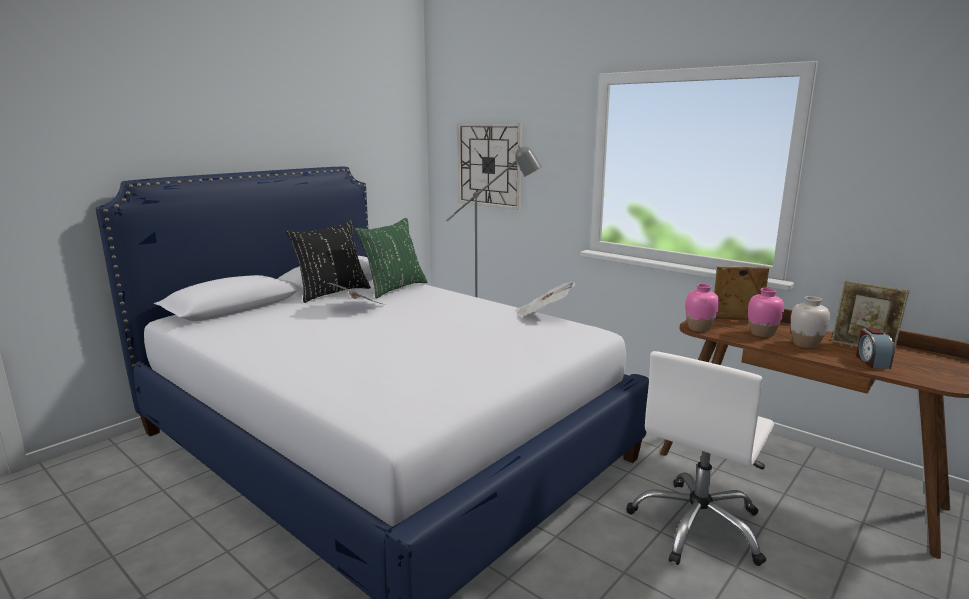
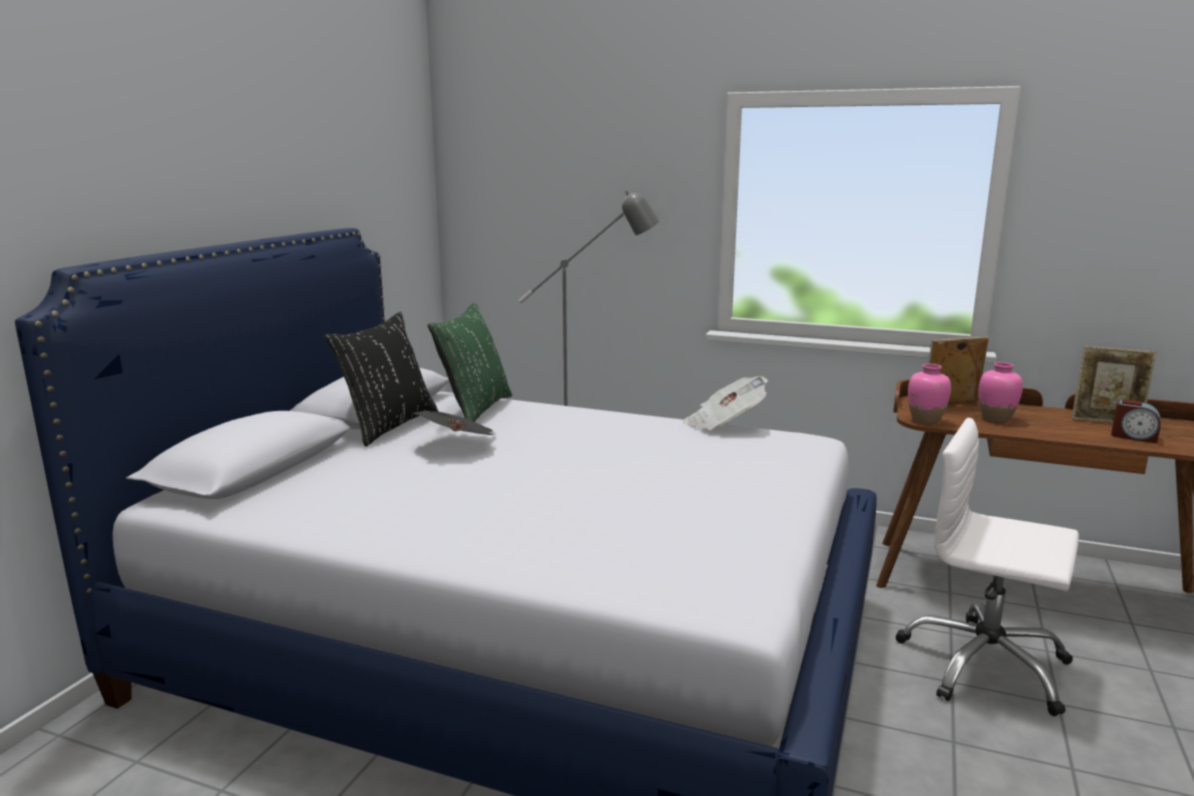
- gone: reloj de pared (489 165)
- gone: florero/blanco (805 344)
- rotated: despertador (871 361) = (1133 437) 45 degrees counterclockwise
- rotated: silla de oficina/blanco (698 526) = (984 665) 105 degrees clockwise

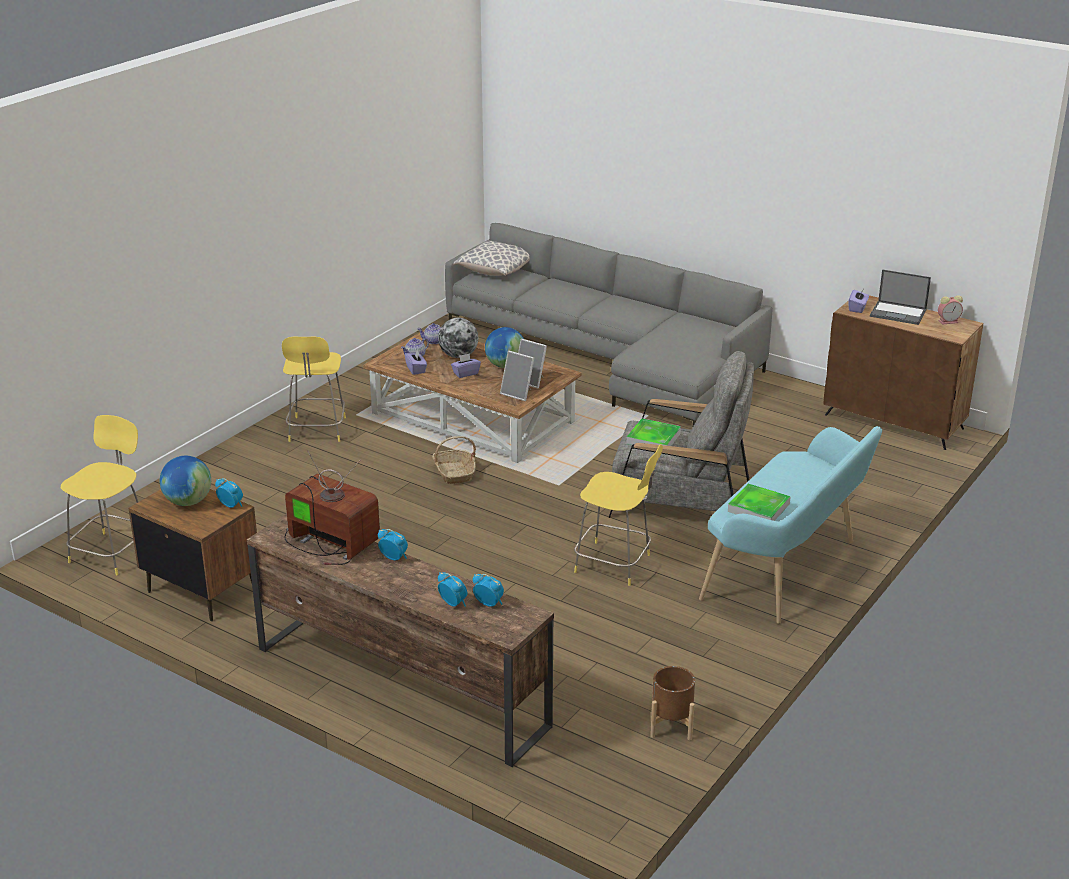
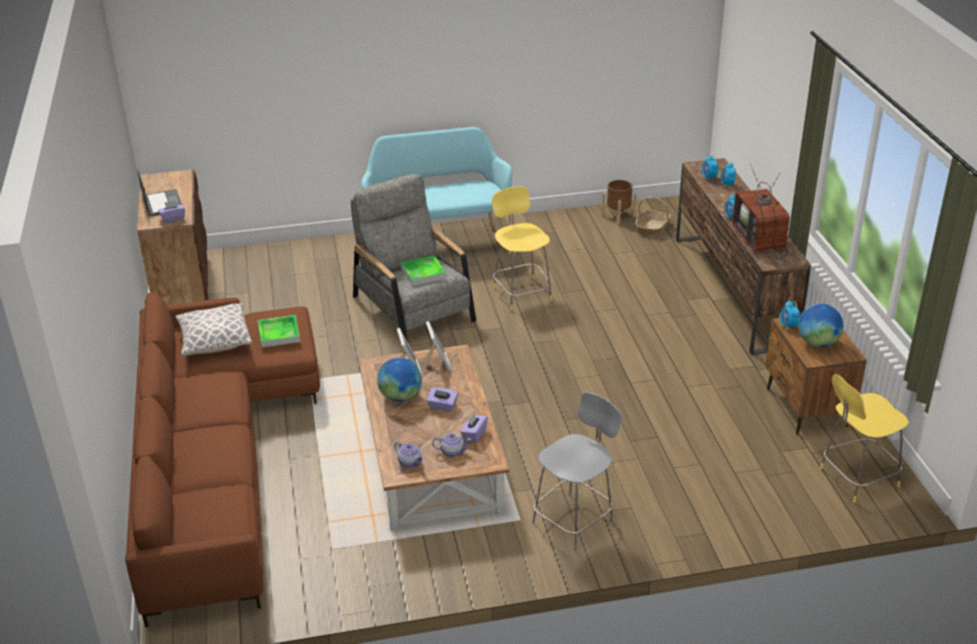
- repainted: sofá/gris (611 356) to sofá/marrón (218 457)
- shifted: cojín (494 271) to (215 341)
- gone: despertador (948 321)
- gone: globo terráqueo (458 356)
- repainted: taburete/amarillo (317 430) to taburete/gris (575 520)
- shifted: cesta (454 473) to (652 227)
- shifted: bandeja (758 507) to (279 334)

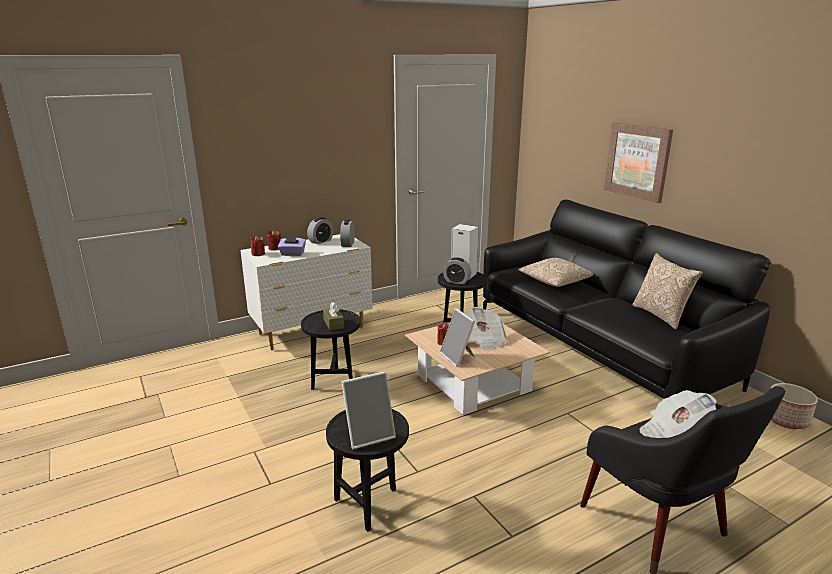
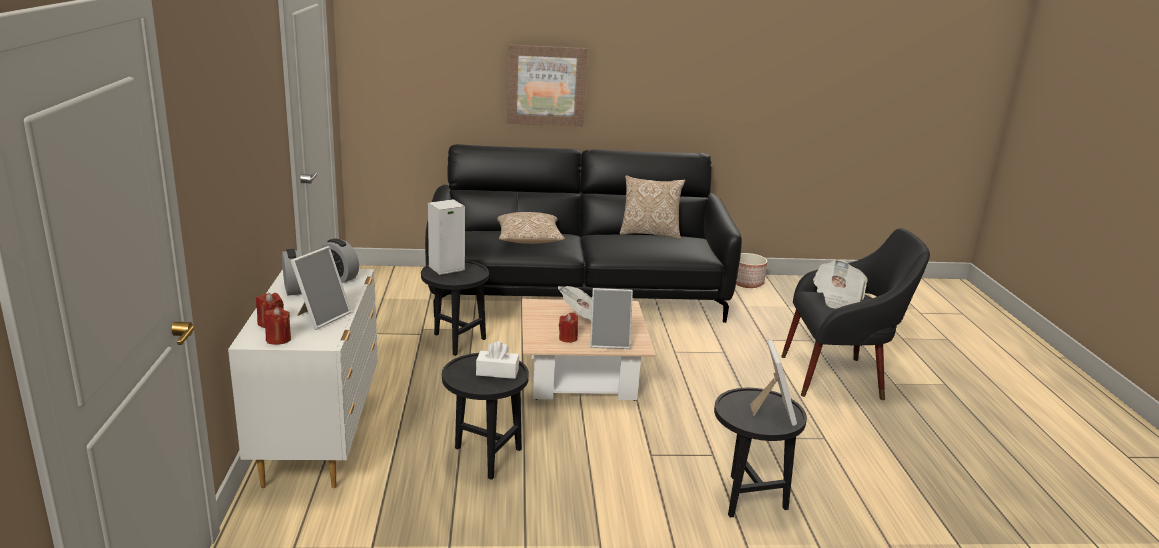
- swapped: caja de pañuelos/morado (292 254) to portarretratos (321 317)
- gone: despertador (456 281)
- repainted: caja de pañuelos/marrón (333 324) to caja de pañuelos/blanco (497 372)

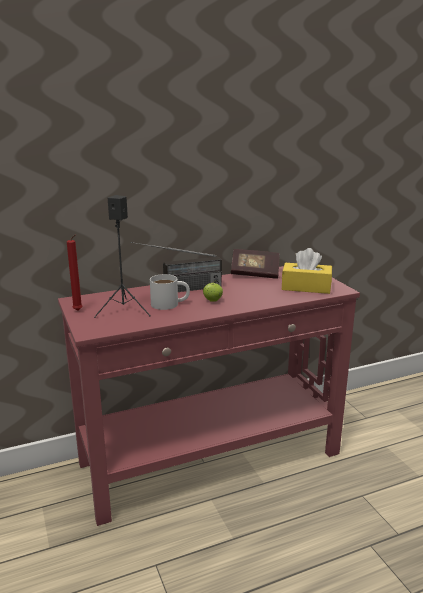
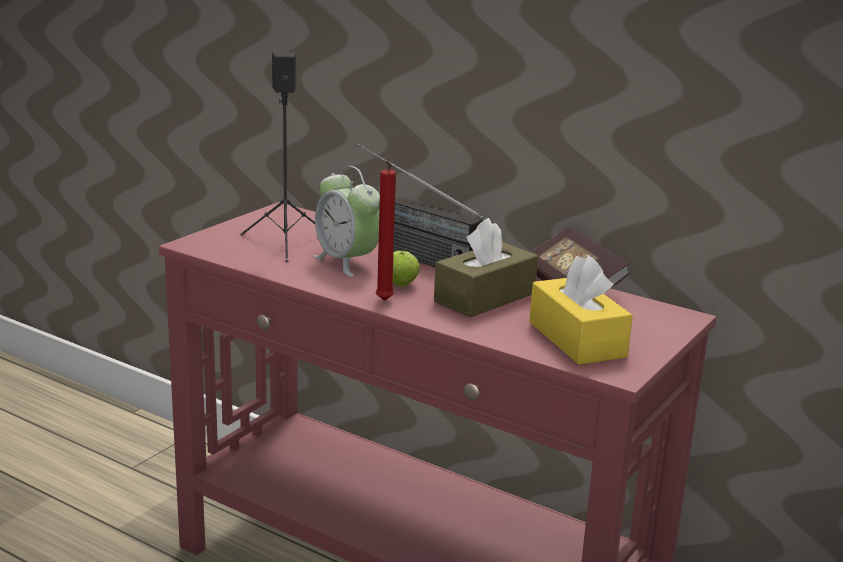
- shifted: vela/rojo (78 311) to (383 302)
- swapped: taza grande/blanco (170 304) to despertador (347 262)
- new: caja de pañuelos/marrón (485 297)

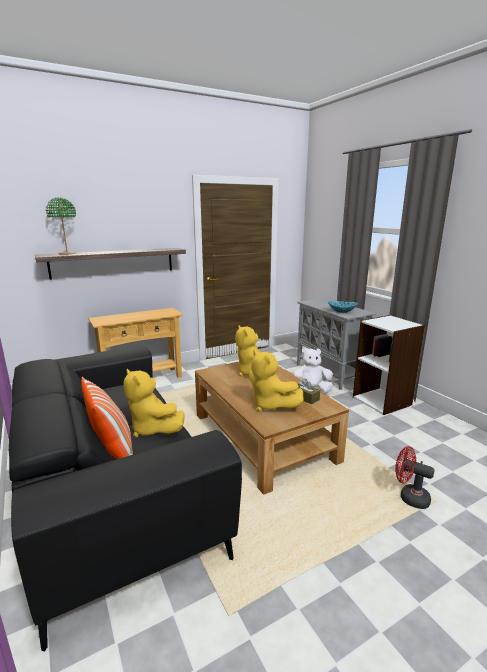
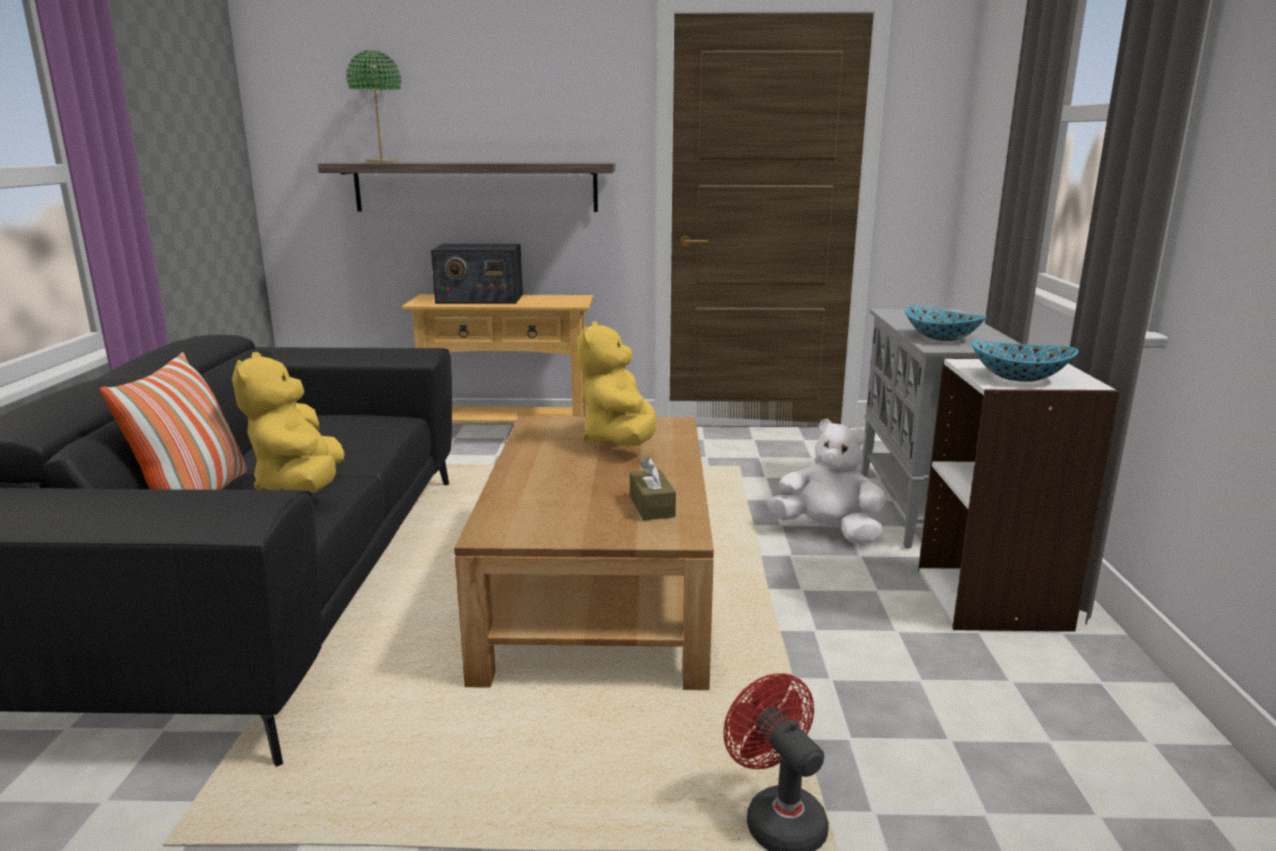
- gone: peluche/amarillo (270 405)
- new: radio (479 299)
- new: cuenco (1019 378)

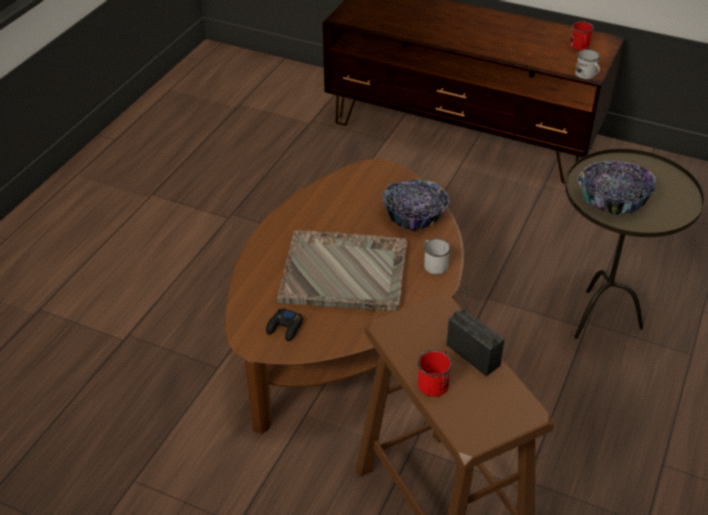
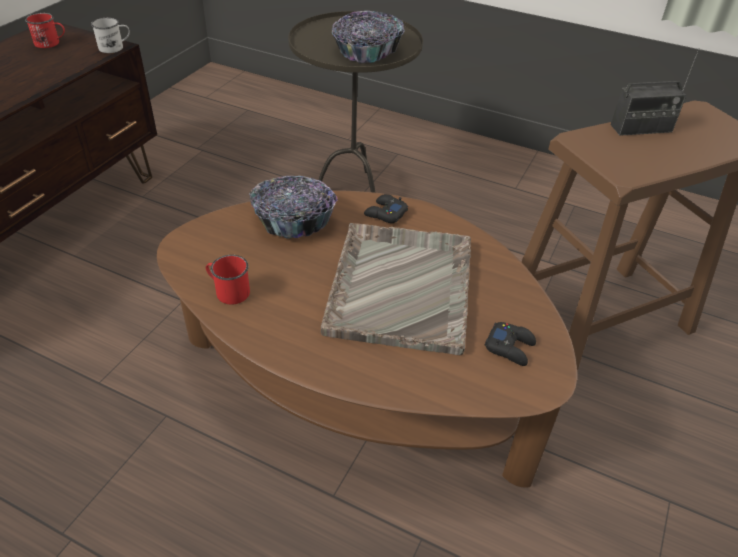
- swapped: taza grande/blanco (433 264) to mando de consola/negro (385 213)
- rotated: radio (473 355) = (641 128) 150 degrees counterclockwise
- shifted: taza grande/rojo (435 381) to (228 291)

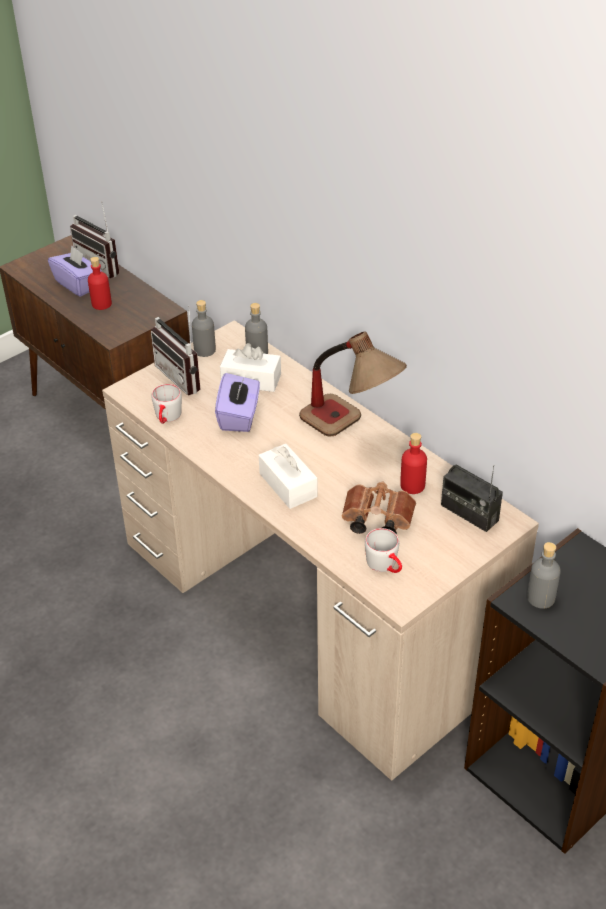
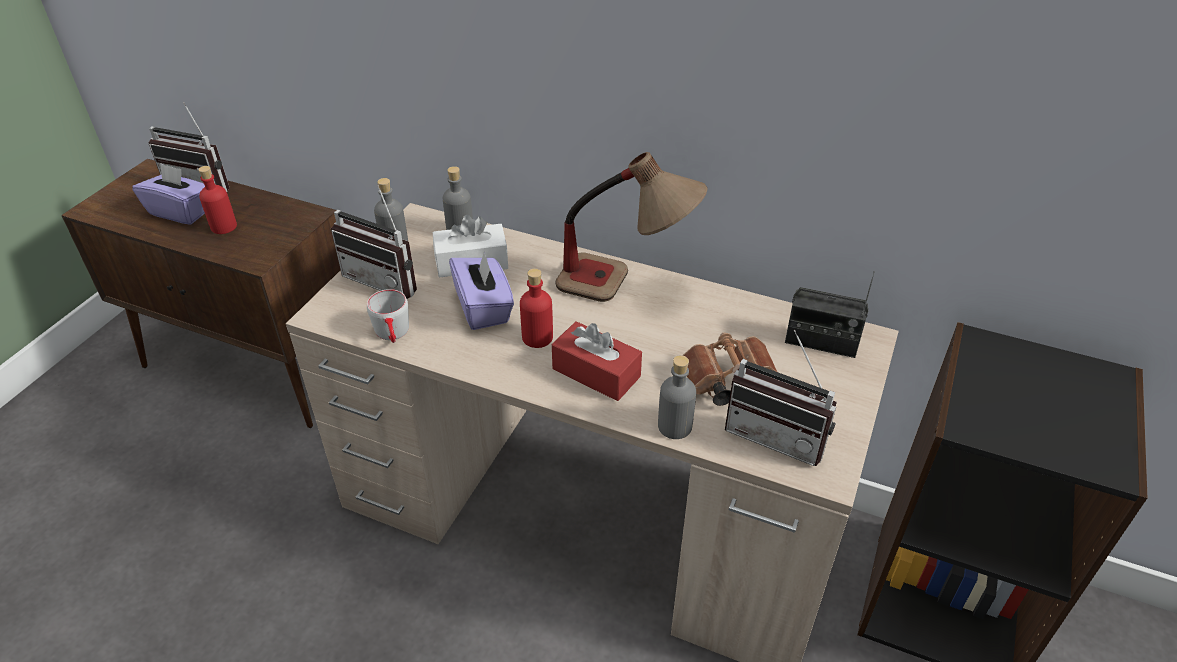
- shifted: botella/rojo (412 485) to (537 337)
- repainted: caja de pañuelos/blanco (288 485) to caja de pañuelos/rojo (596 373)
- swapped: taza grande/gris (386 566) to radio (778 435)
- shifted: botella/gris (540 598) to (674 426)

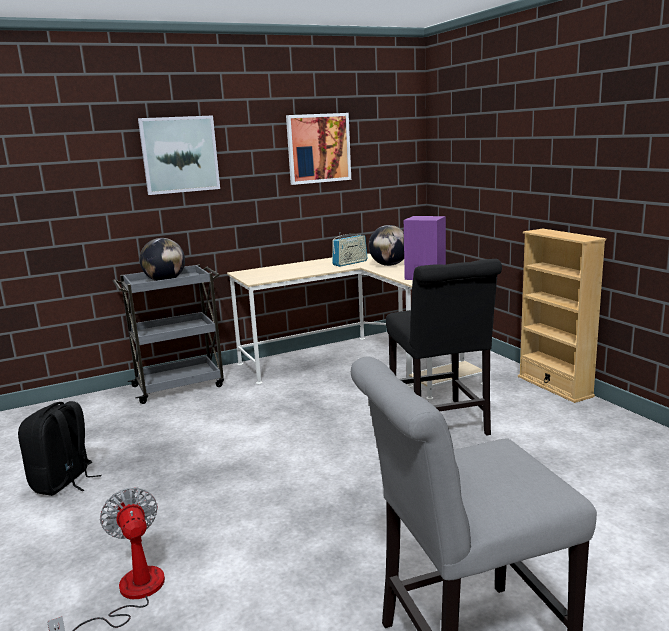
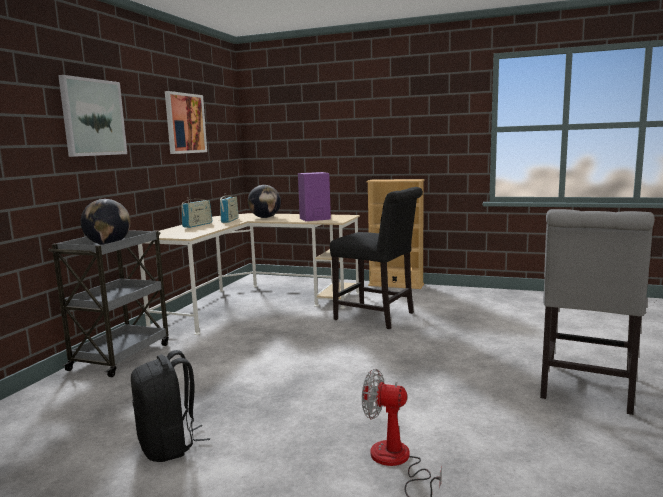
- new: radio (197 225)

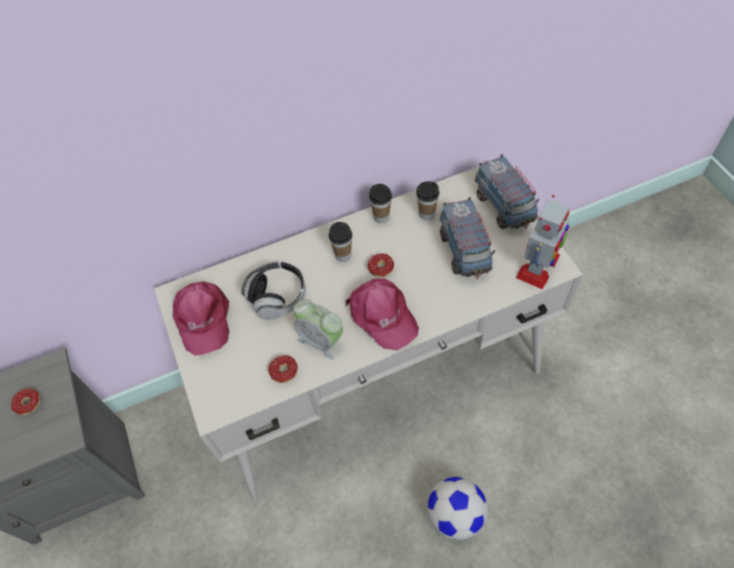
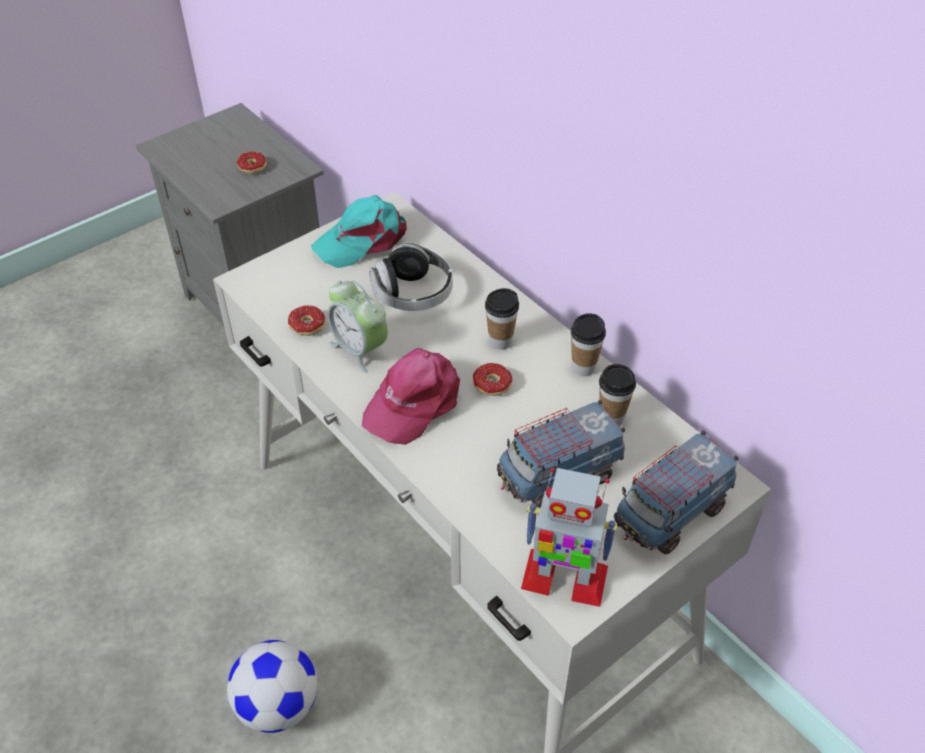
- repainted: gorra/rosa (203 319) to gorra/turquesa (362 240)
- rotated: despertador (321 340) = (360 349) 60 degrees counterclockwise

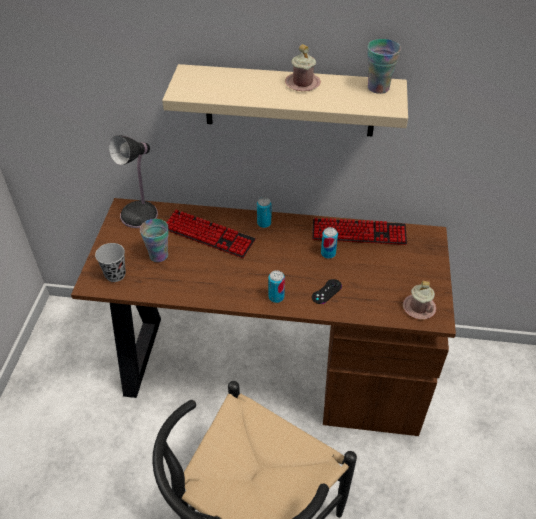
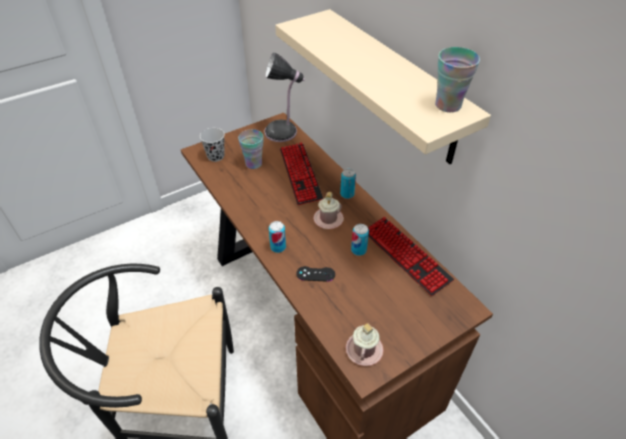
- shifted: taza grande/rosa (302 83) to (328 219)

